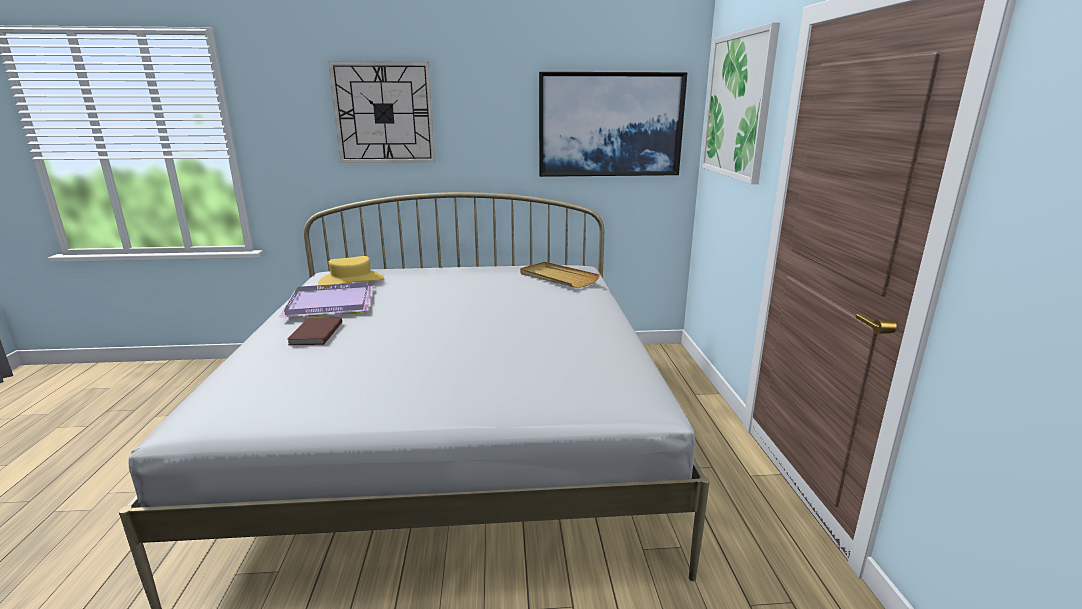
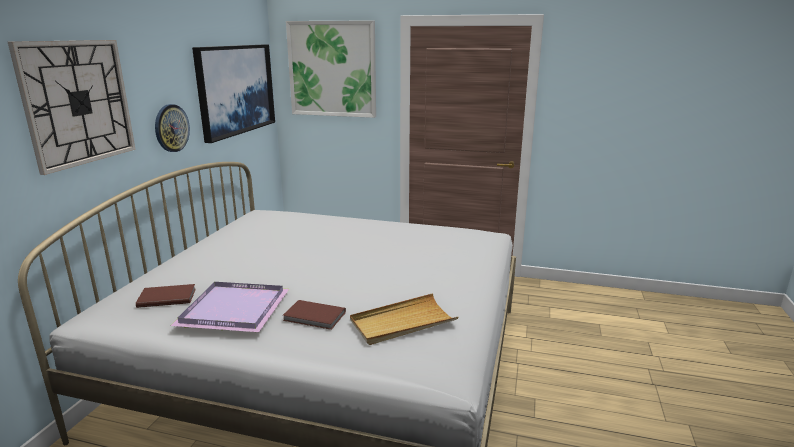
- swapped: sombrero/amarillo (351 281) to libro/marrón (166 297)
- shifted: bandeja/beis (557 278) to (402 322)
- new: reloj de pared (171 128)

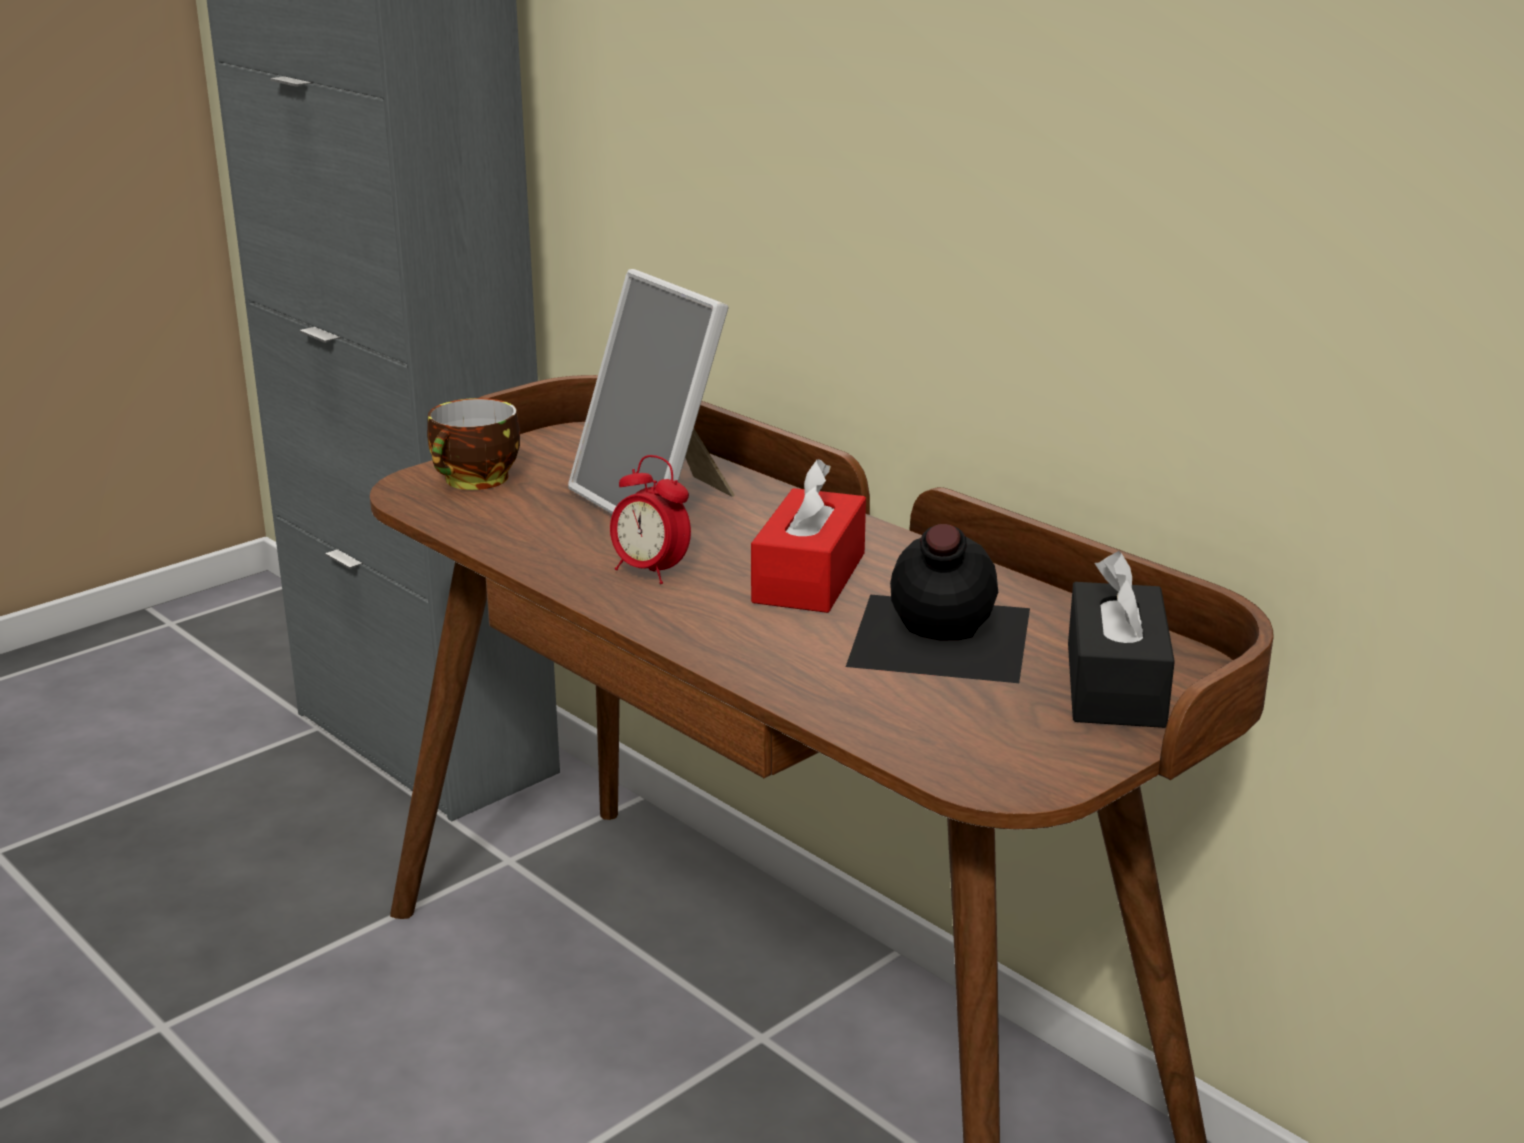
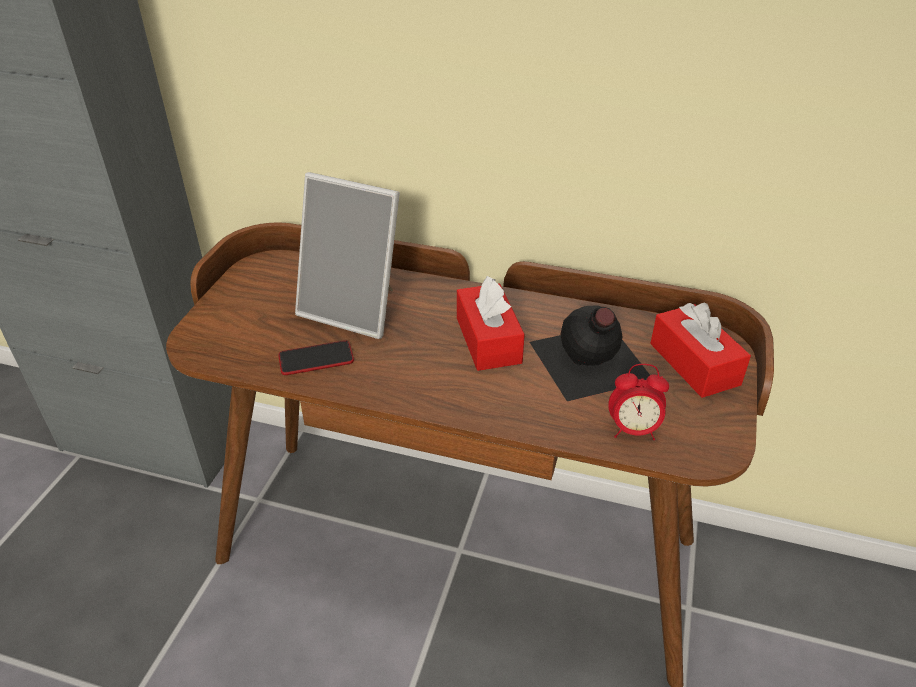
- gone: taza (476 481)
- shifted: despertador (650 572) to (633 430)
- repainted: caja de pañuelos/negro (1115 684) to caja de pañuelos/rojo (694 364)
- new: móvil (316 359)

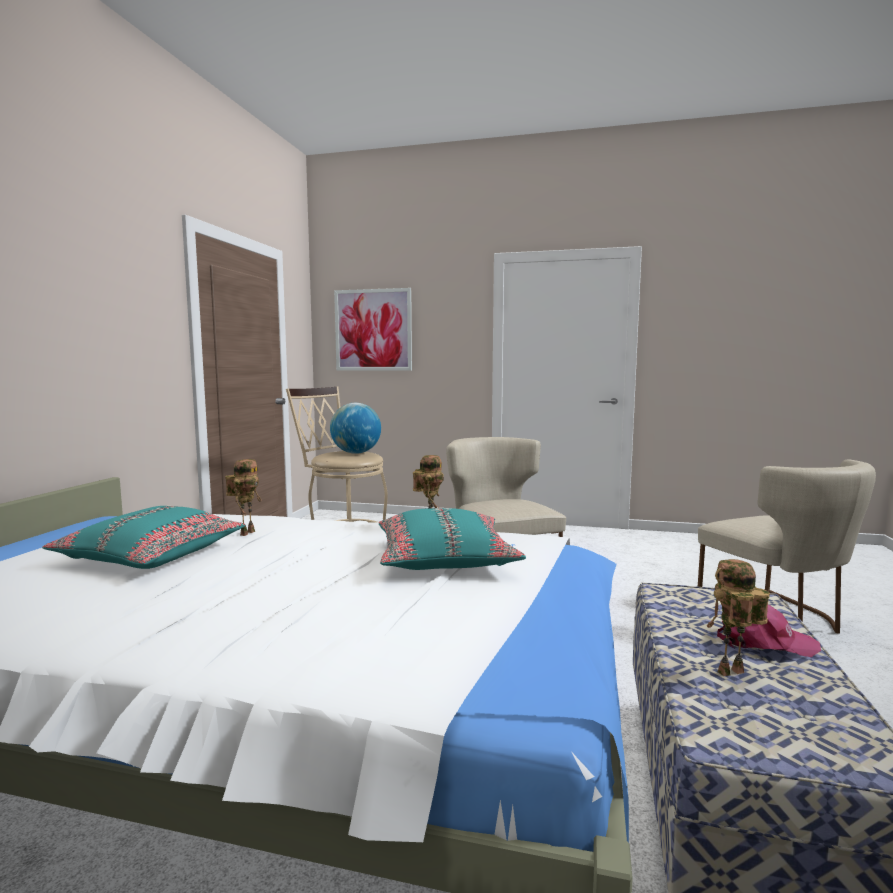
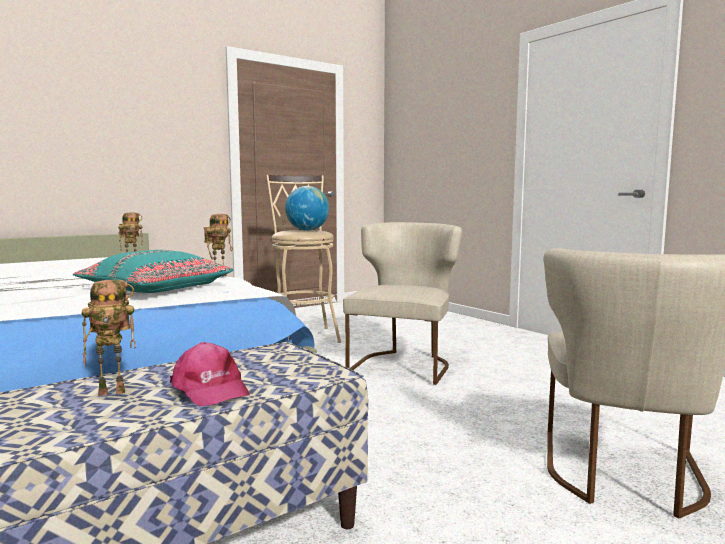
- gone: cuadro (373 330)
- gone: cojín/turquesa (152 555)
- rotated: robot de juguete (731 674) = (114 391) 135 degrees clockwise

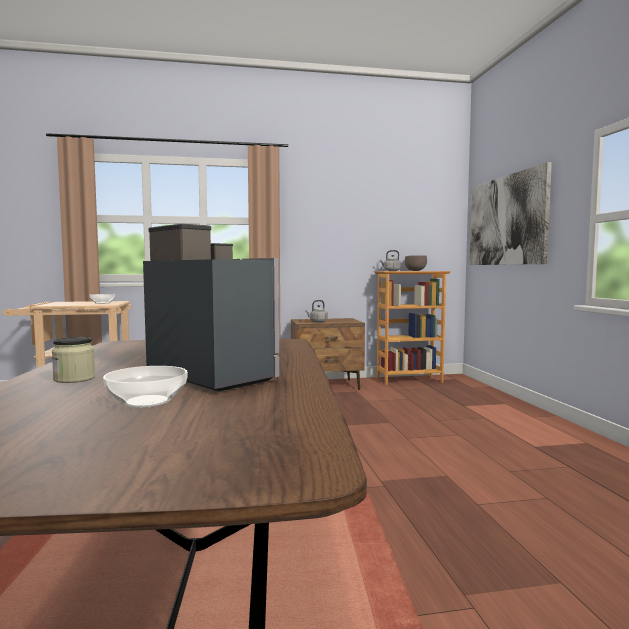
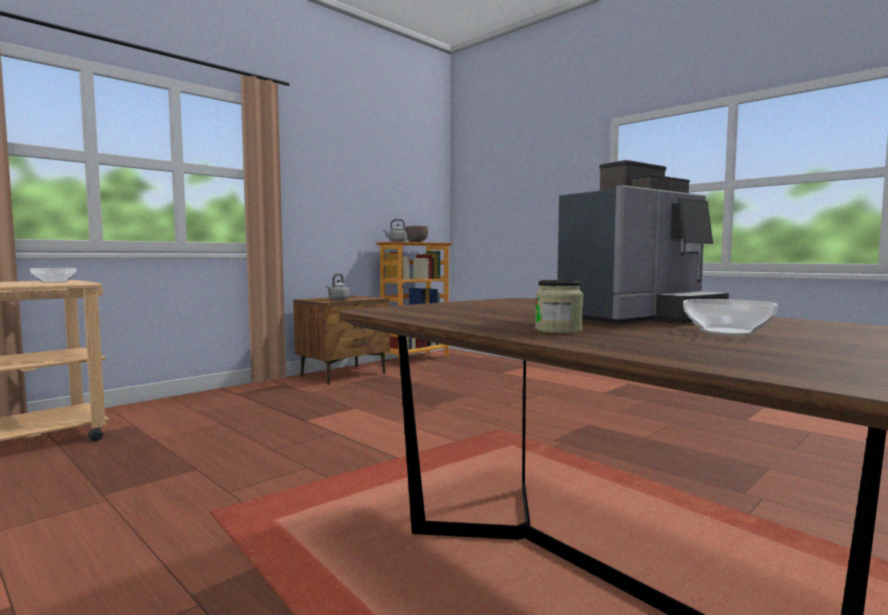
- gone: cuadro (506 220)
- rotated: cafetera (214 374) = (641 317) 135 degrees clockwise

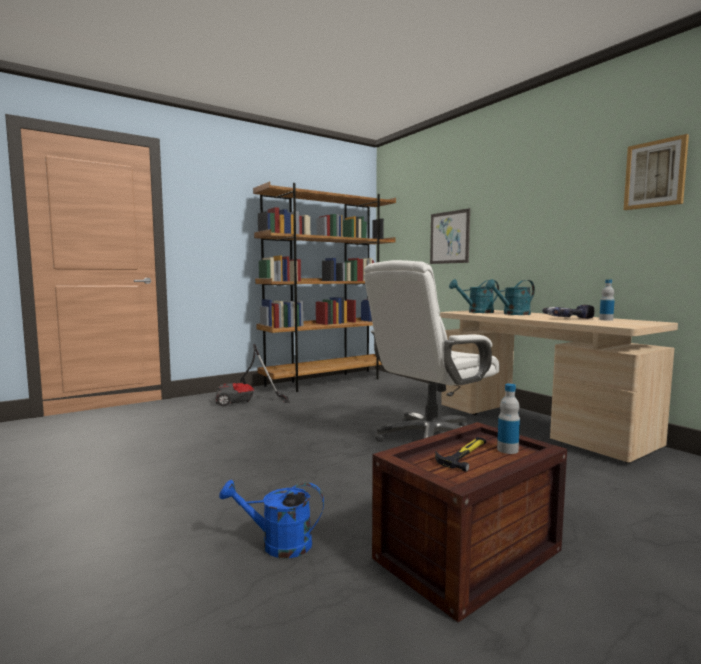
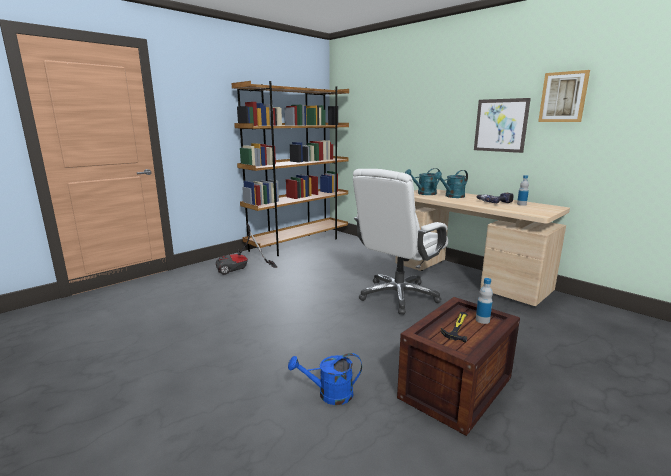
- shifted: cuadro (449 237) to (500 125)

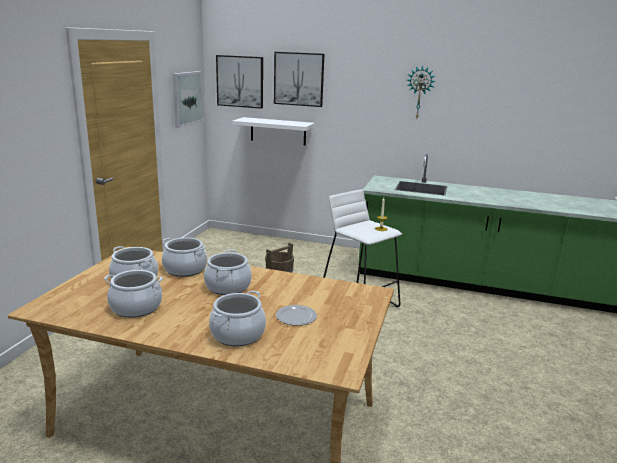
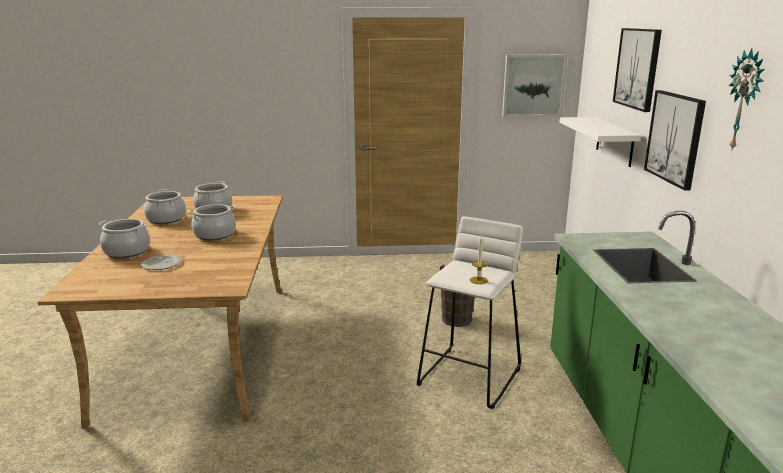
- shifted: cuadro (240 81) to (675 138)
- gone: olla (185 269)

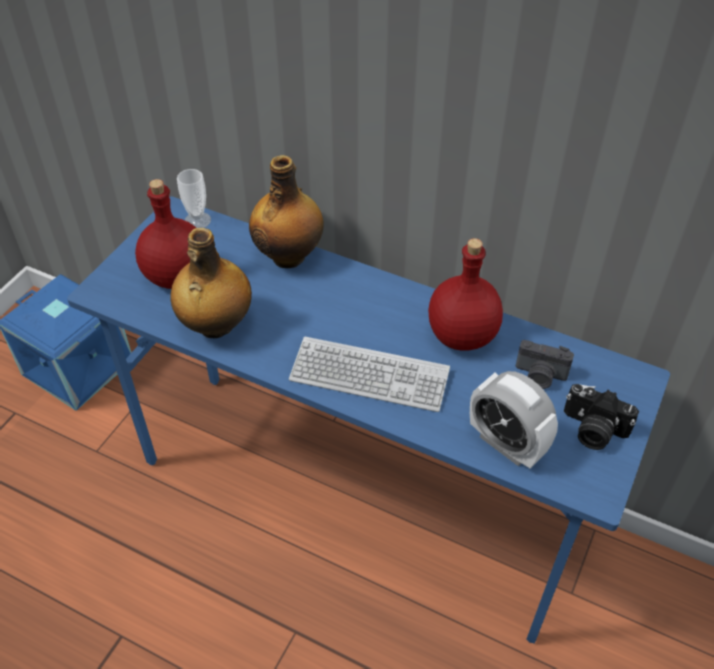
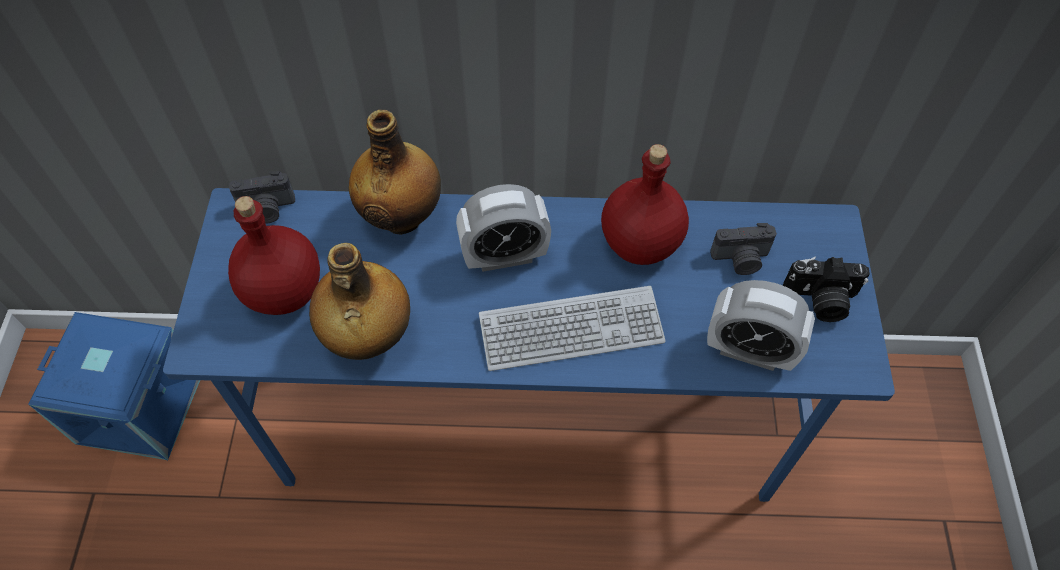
- swapped: taza (197 220) to cámara (267 209)
- new: despertador (504 256)

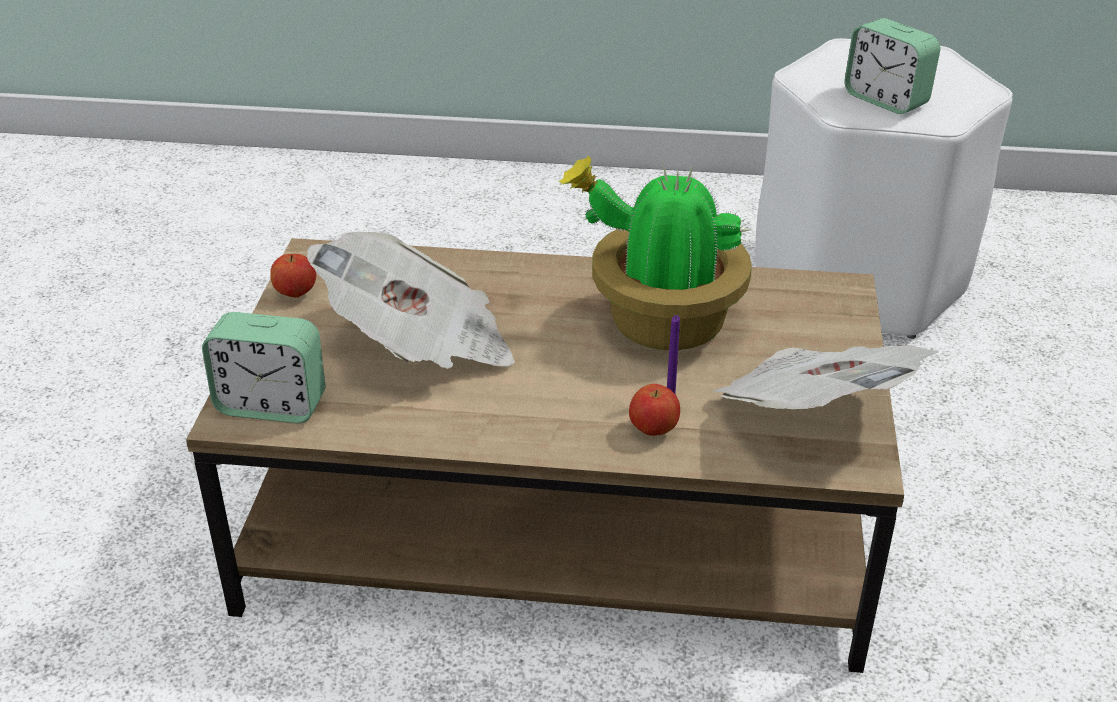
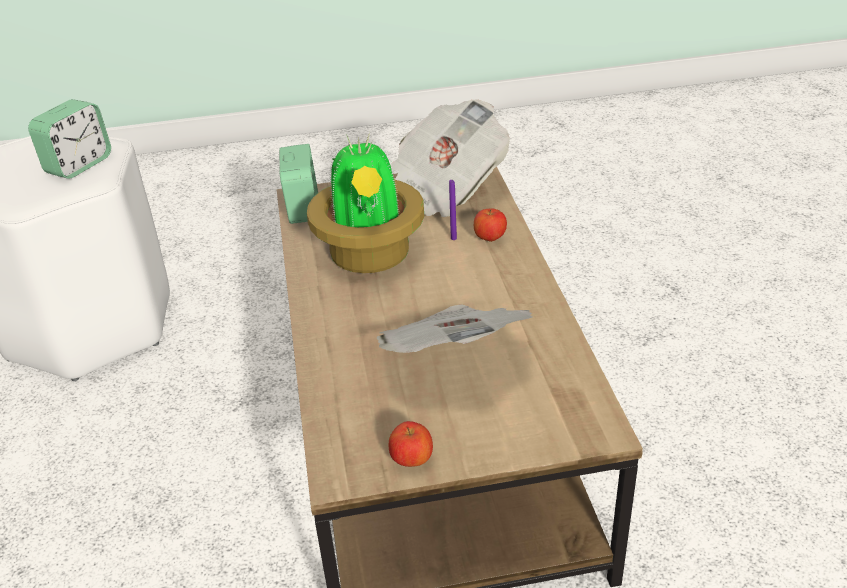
- shifted: despertador (271 405) to (303 209)

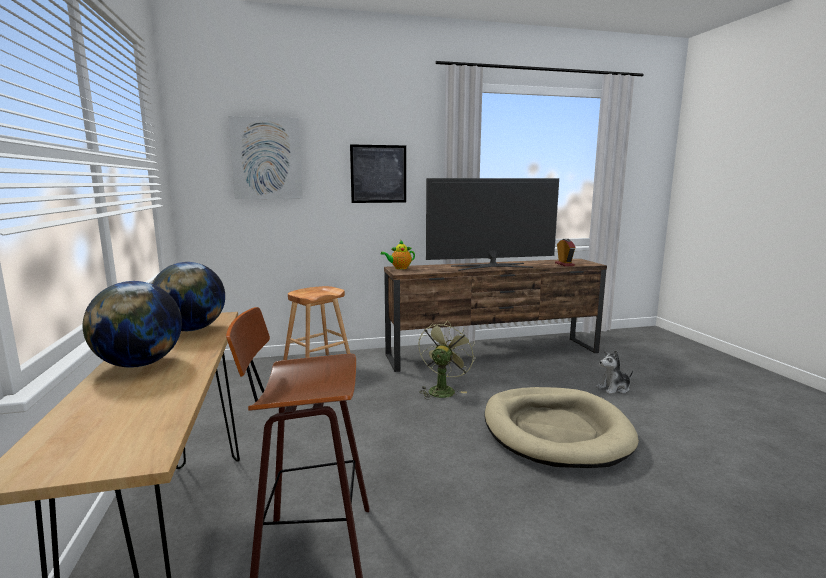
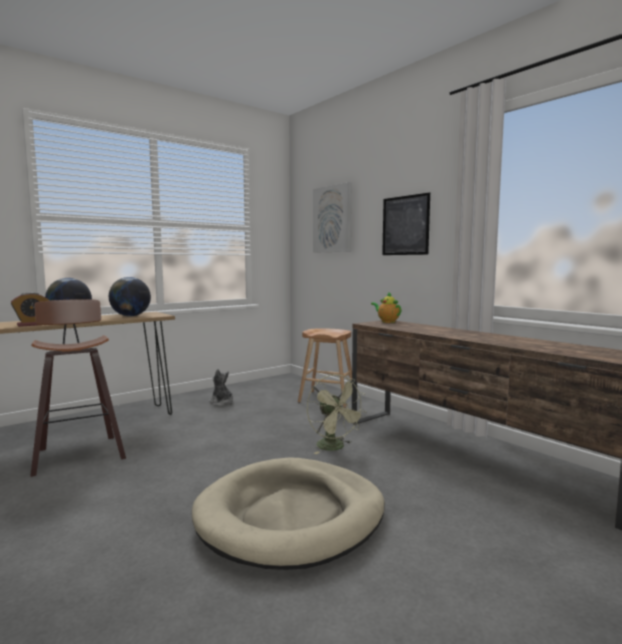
- gone: televisor (492 266)
- shifted: despertador (564 264) to (32 325)
- rotated: ventilador/verde (442 390) = (335 448) 60 degrees clockwise
- shifted: peluche (614 388) to (221 402)

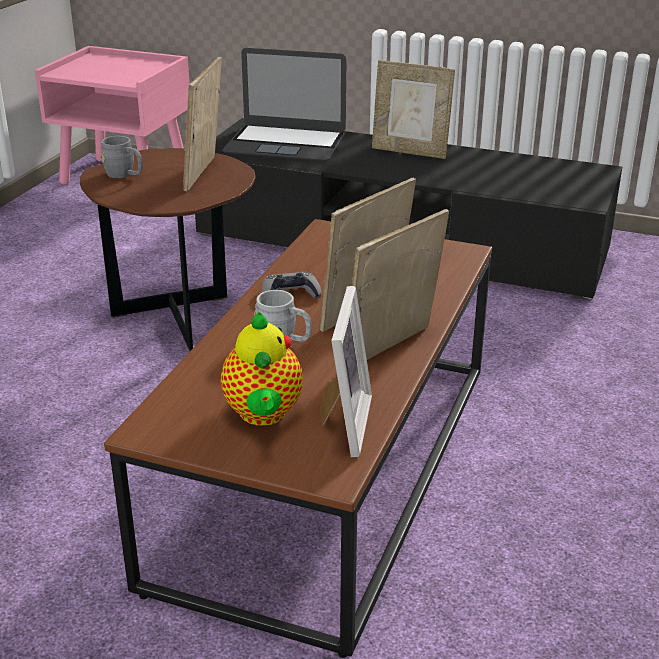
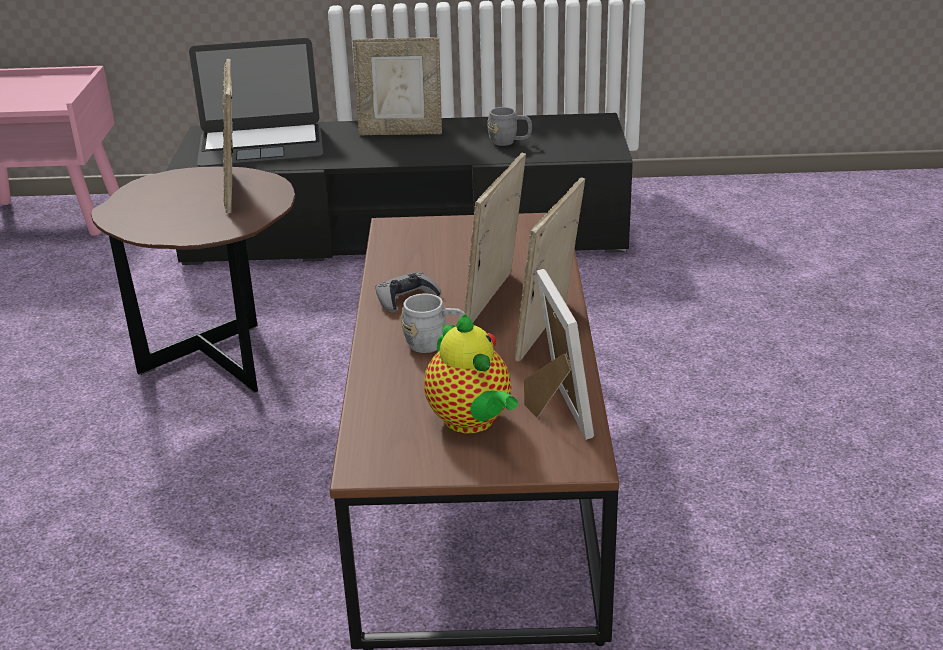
- shifted: taza grande/gris (125 175) to (509 142)

